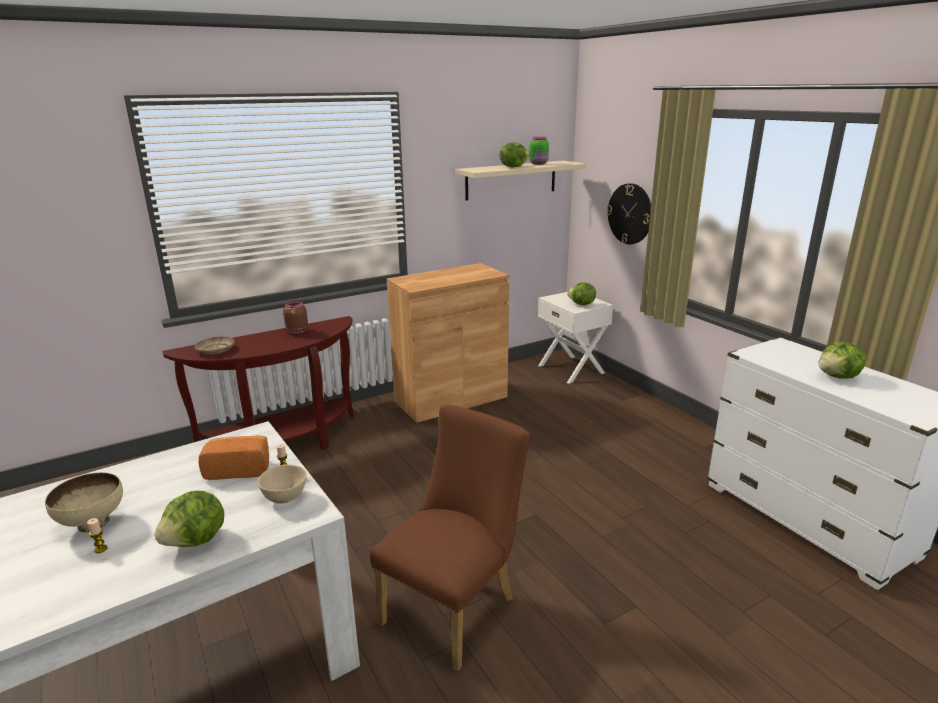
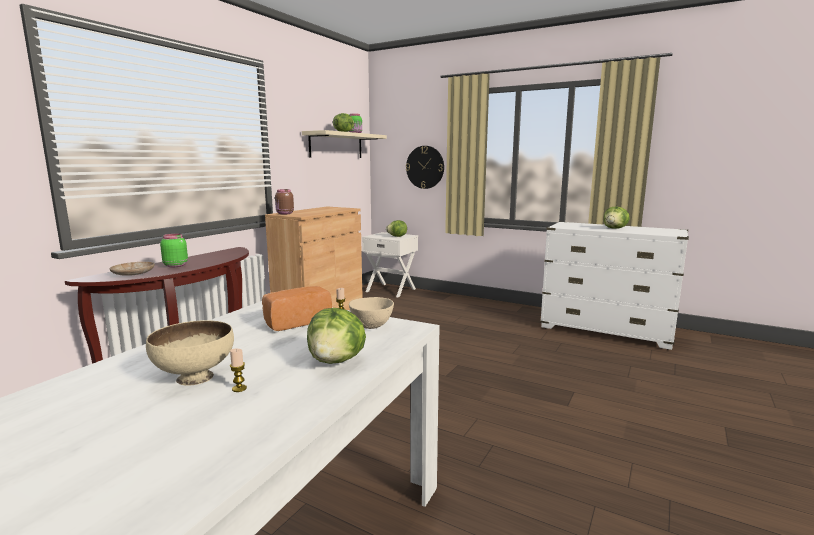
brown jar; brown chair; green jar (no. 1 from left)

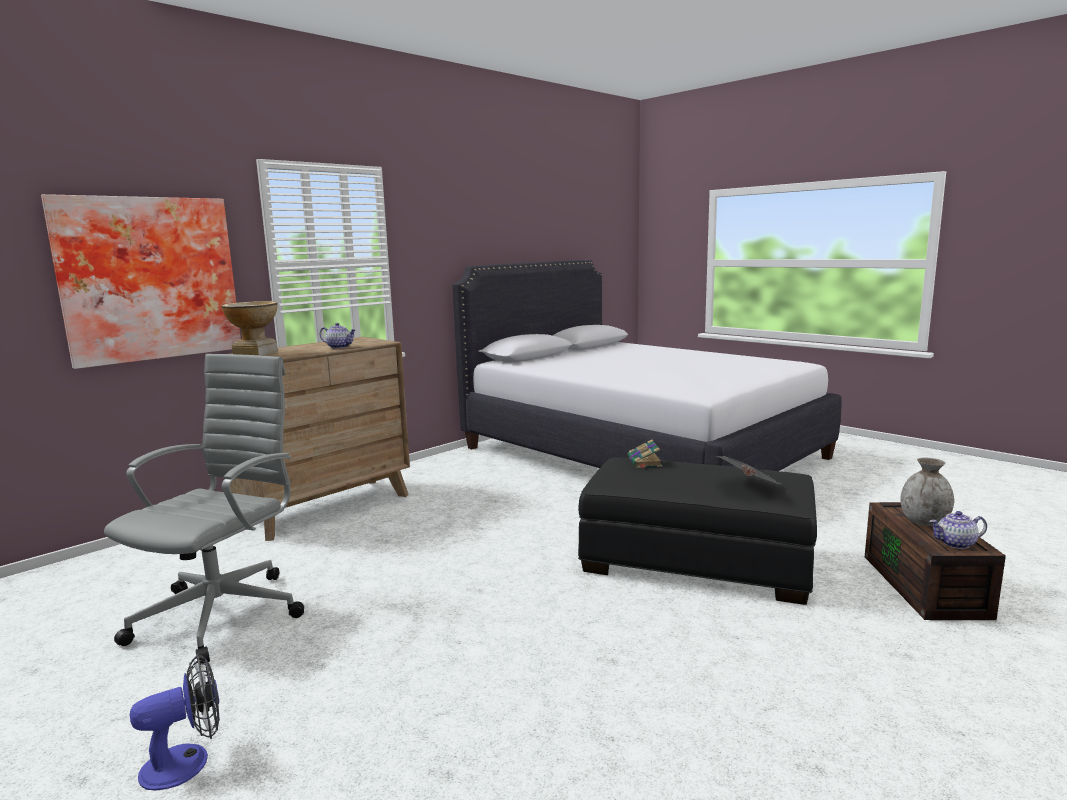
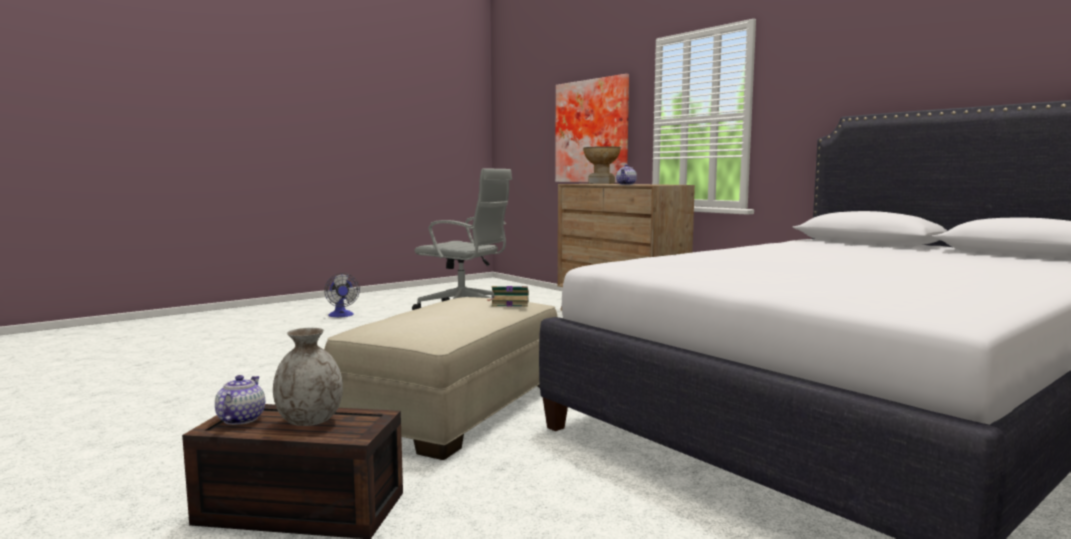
newspaper; beige ottoman

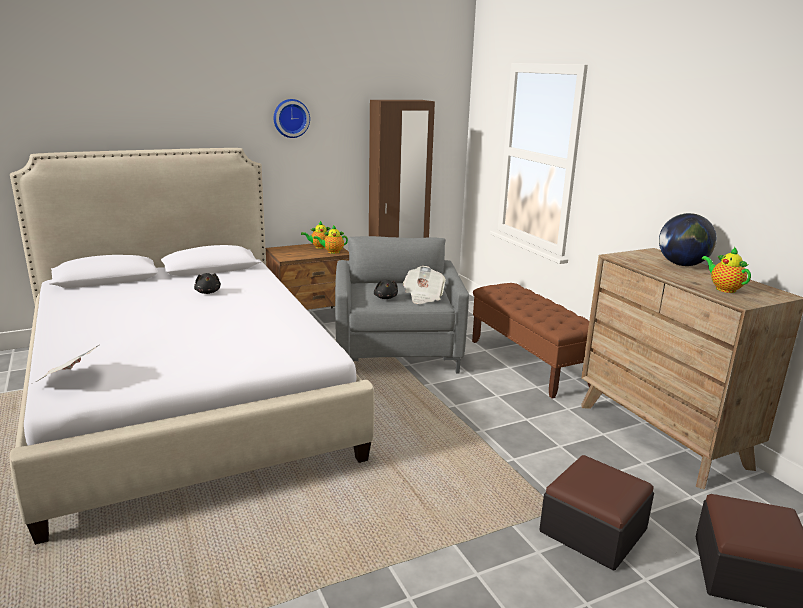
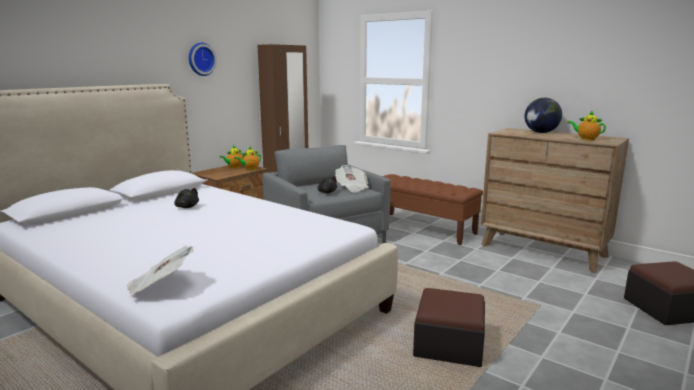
ottoman (no. 1 from left)

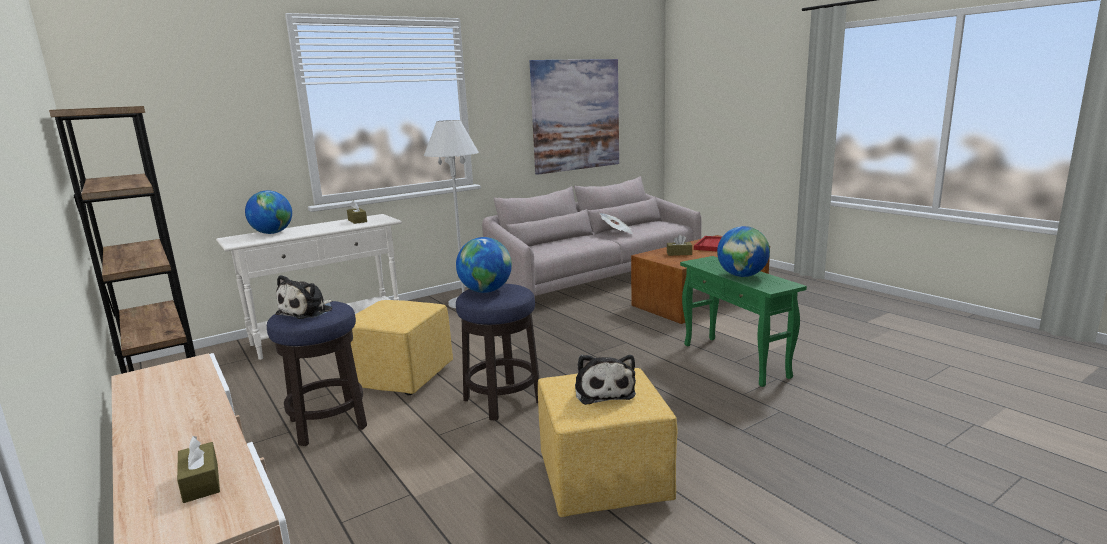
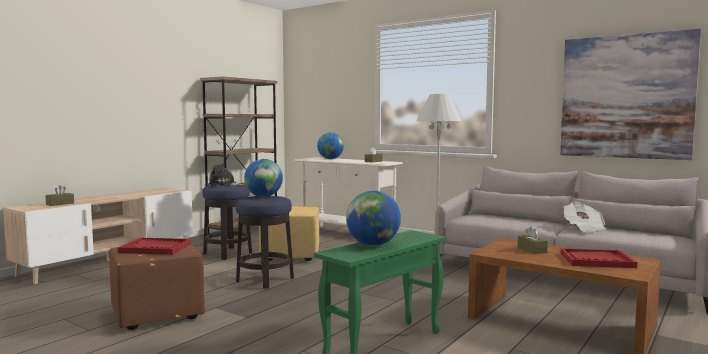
red tray (no. 1 from left); brown ottoman

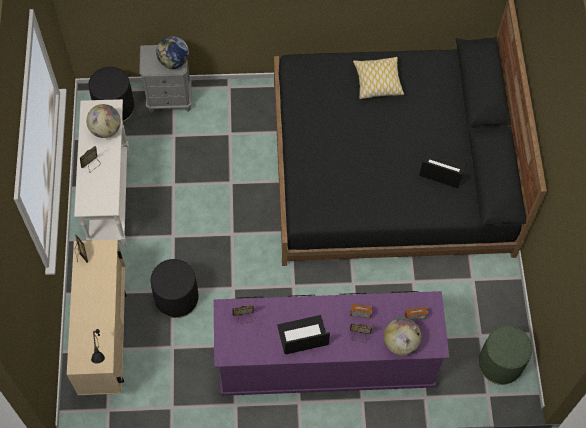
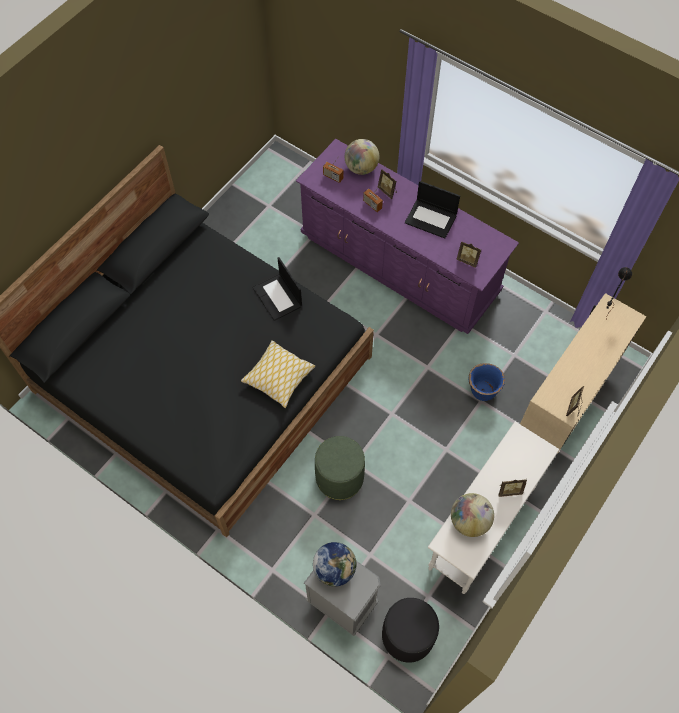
pillow; laptop (no. 1 from left); blue planter; green ottoman

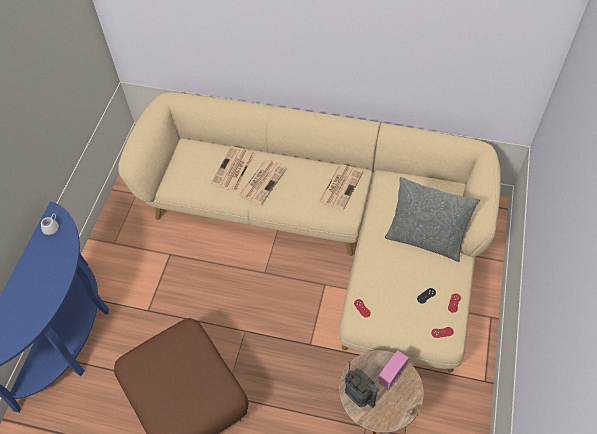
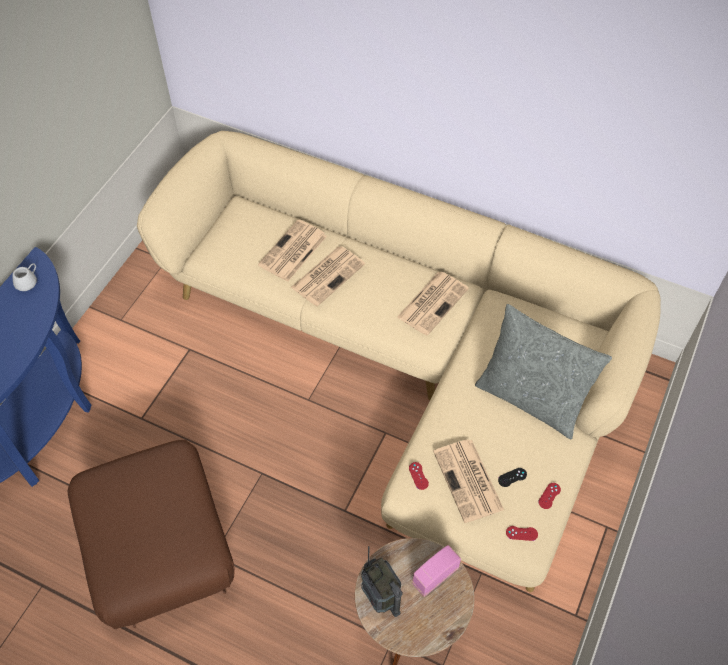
newspaper (no. 4 from left)

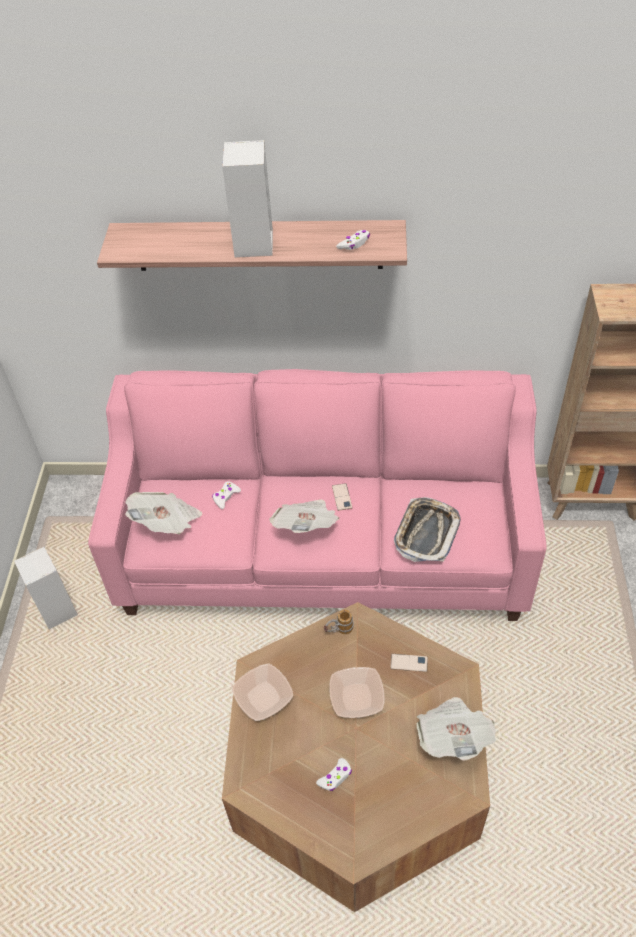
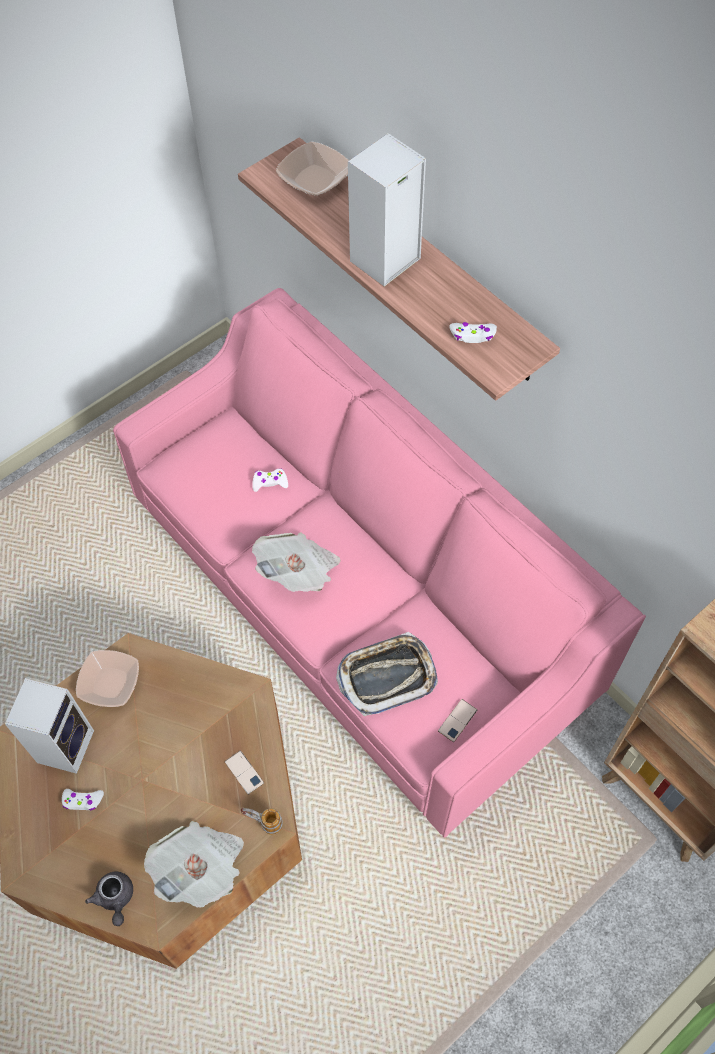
phone (no. 2 from left); newspaper (no. 1 from left in the first image); speaker (no. 1 from left); mug; bowl (no. 2 from left); grey teapot

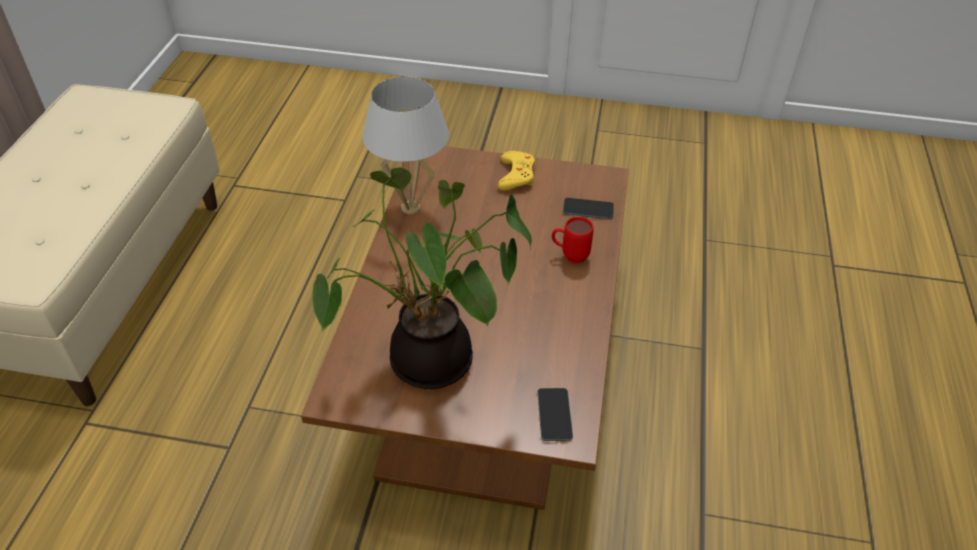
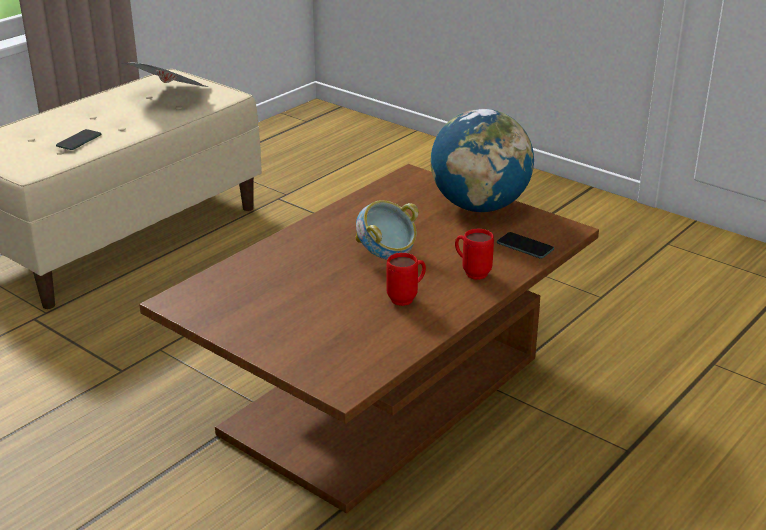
white table lamp; globe; potted plant; phone (no. 1 from left); newspaper; bowl; red mug (no. 1 from left)

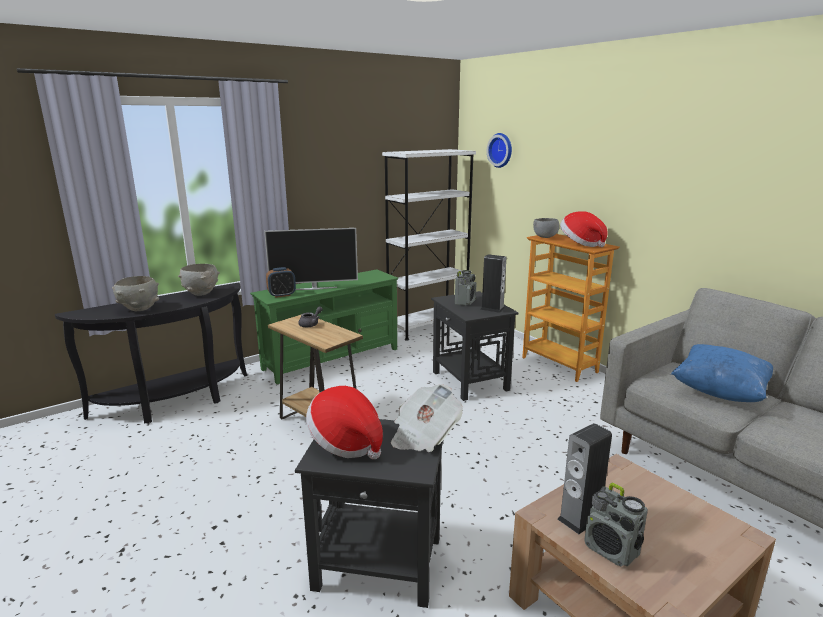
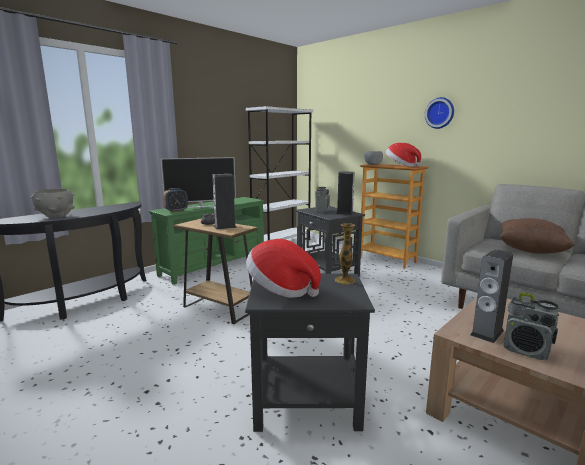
wall clock; grey bowl (no. 2 from left in the first image); brown pillow; vase; speaker (no. 1 from left)

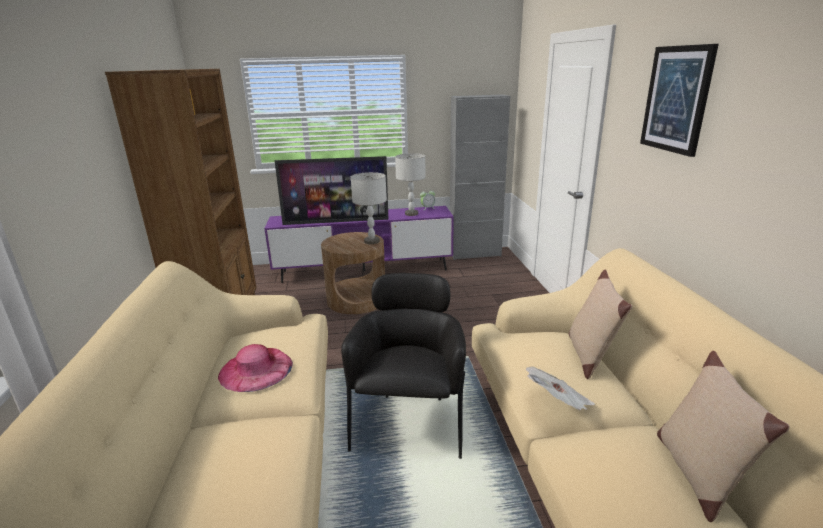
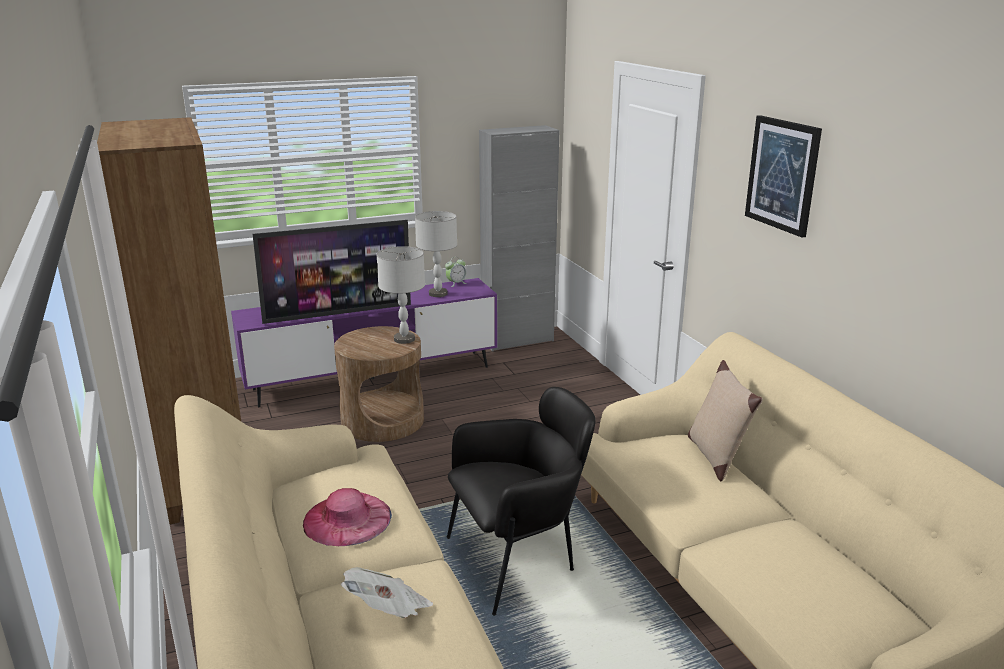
black armchair; beige pillow (no. 2 from left in the first image); newspaper

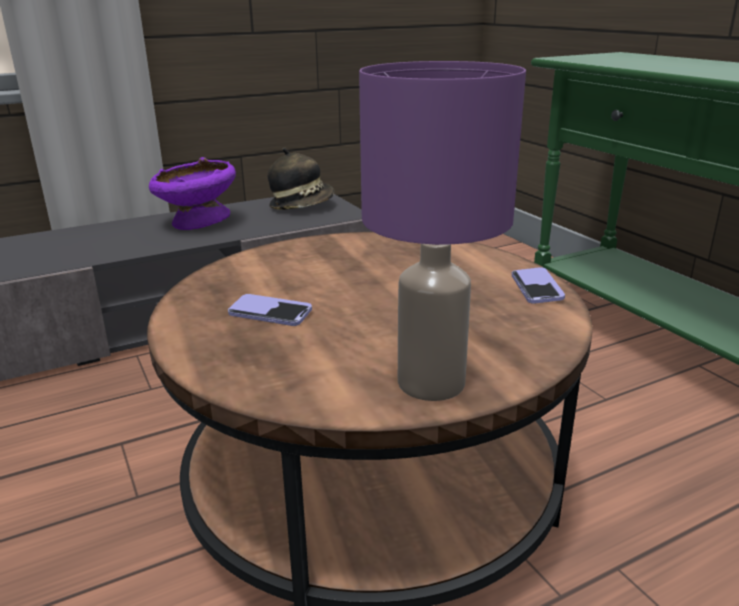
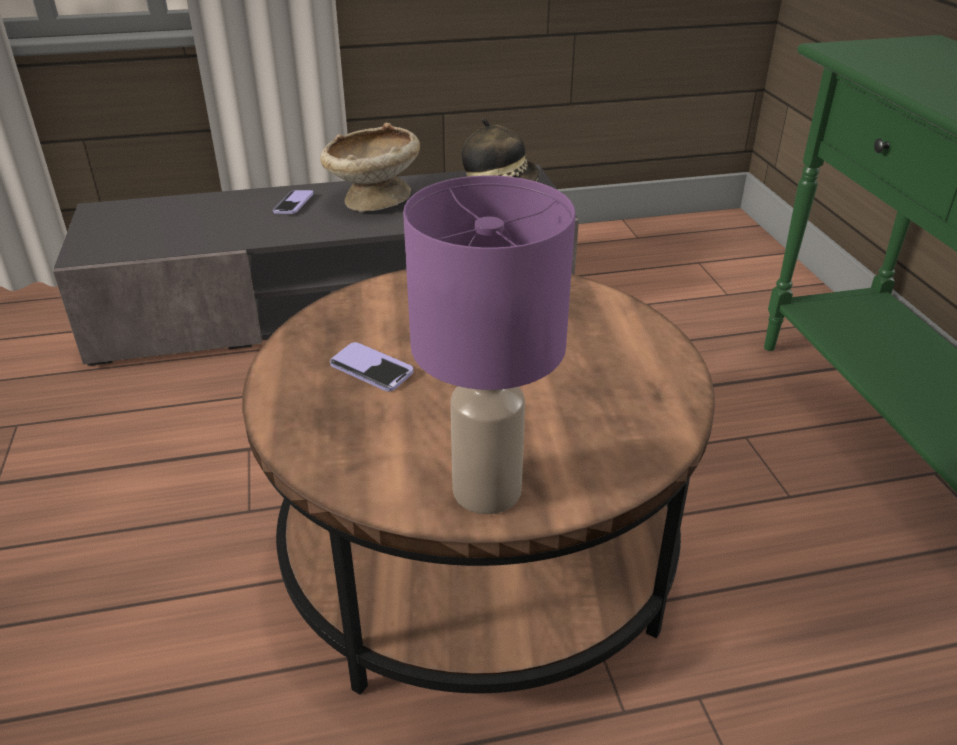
beige bowl; phone (no. 1 from left)

